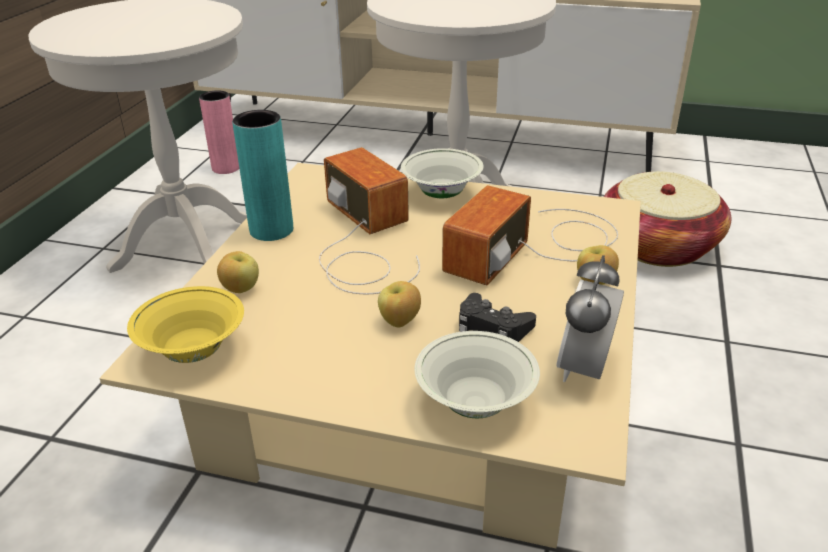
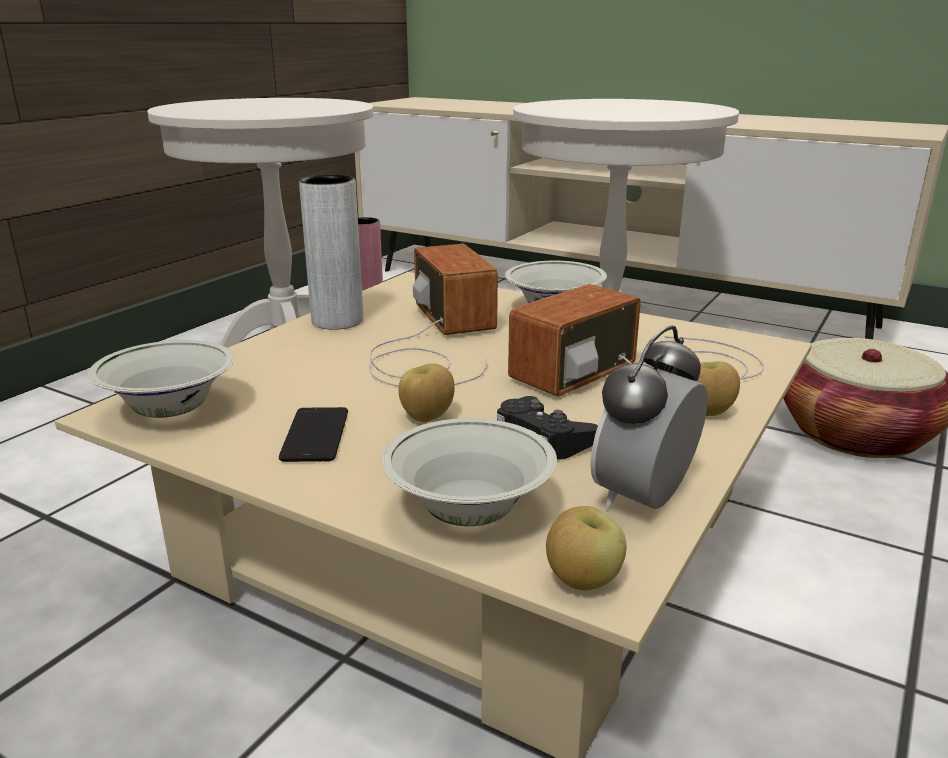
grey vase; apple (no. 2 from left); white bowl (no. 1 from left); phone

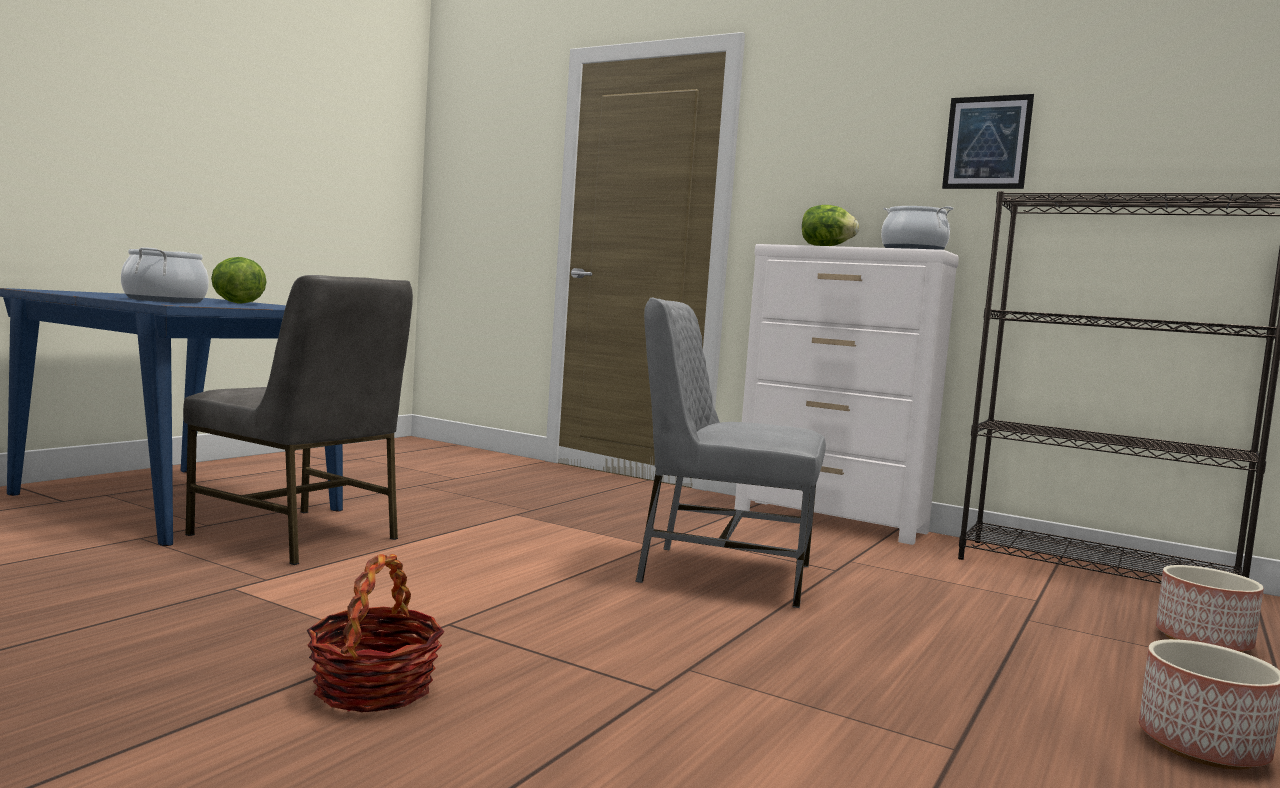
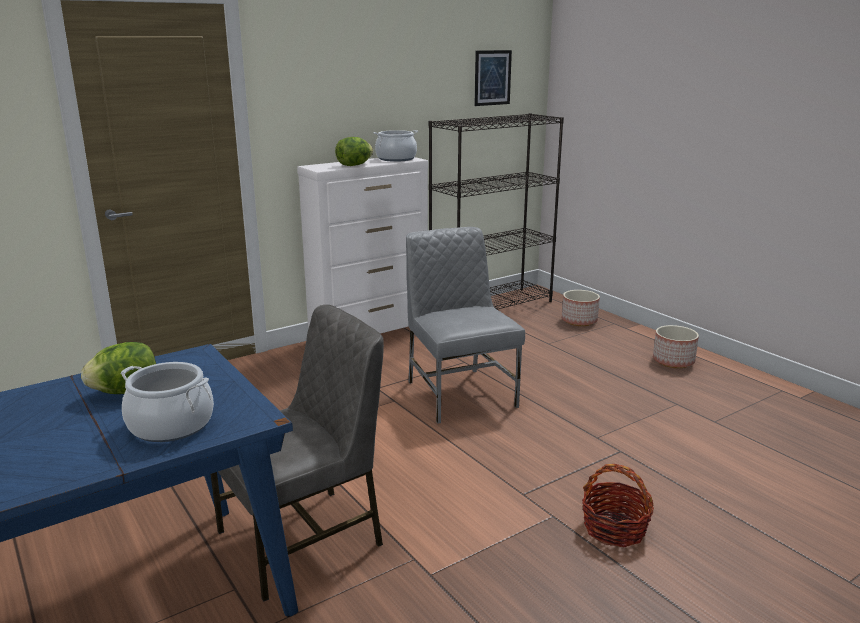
picture; grey chair (no. 2 from left)

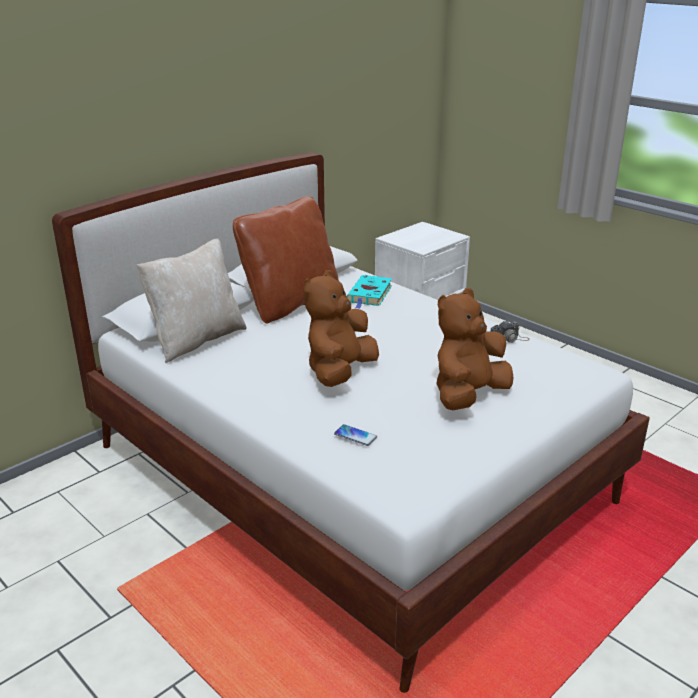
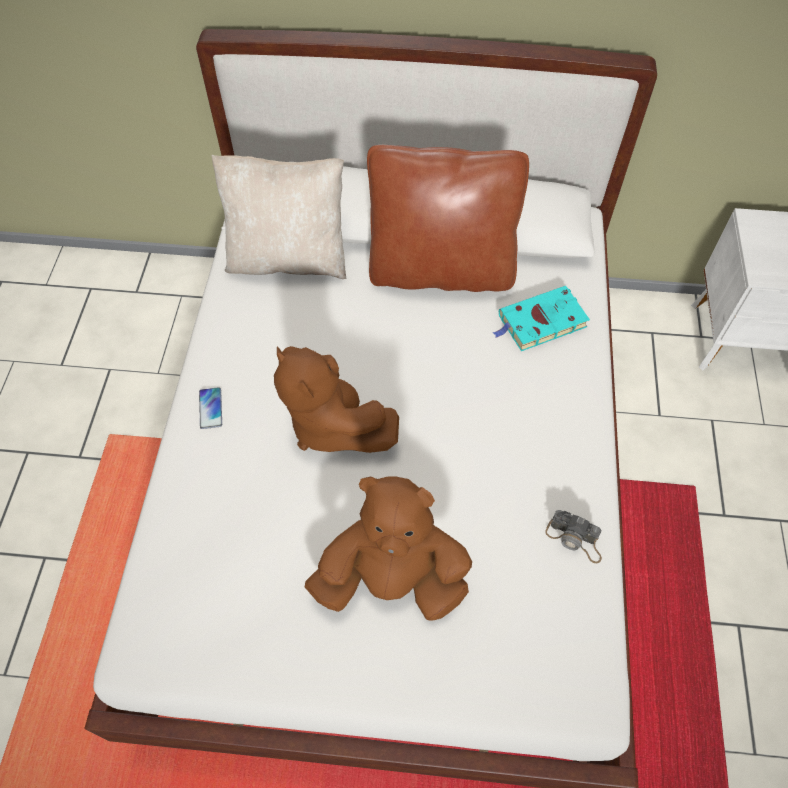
brown plush toy (no. 1 from left); phone

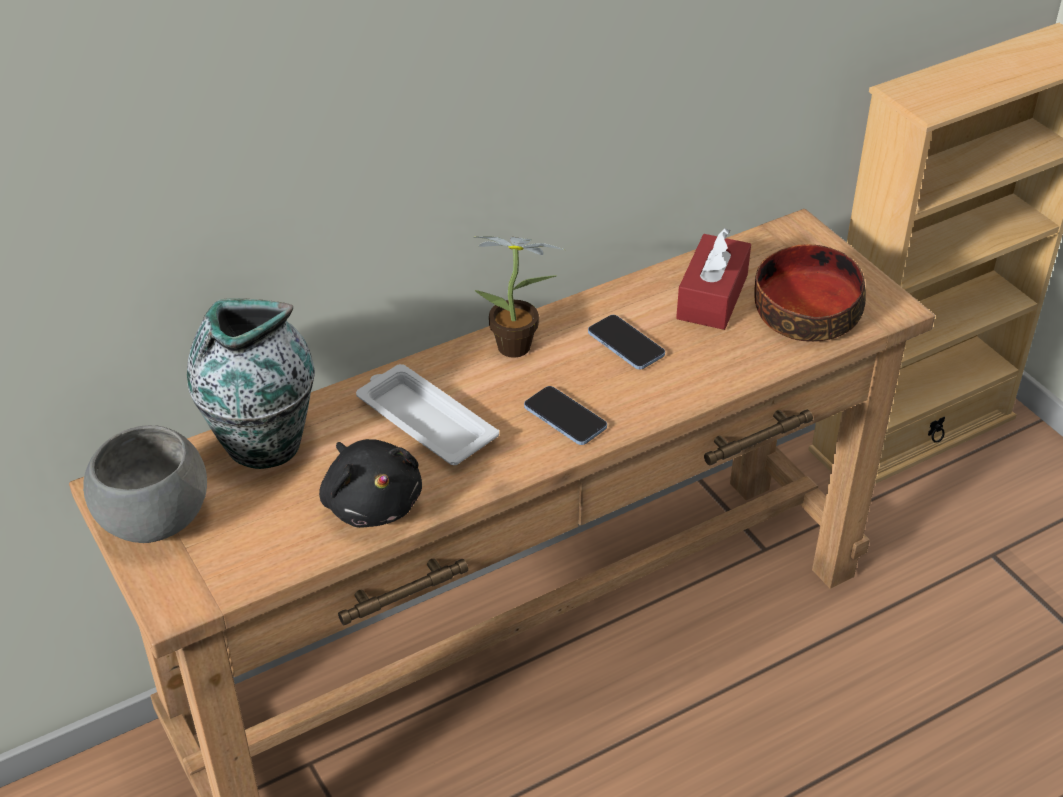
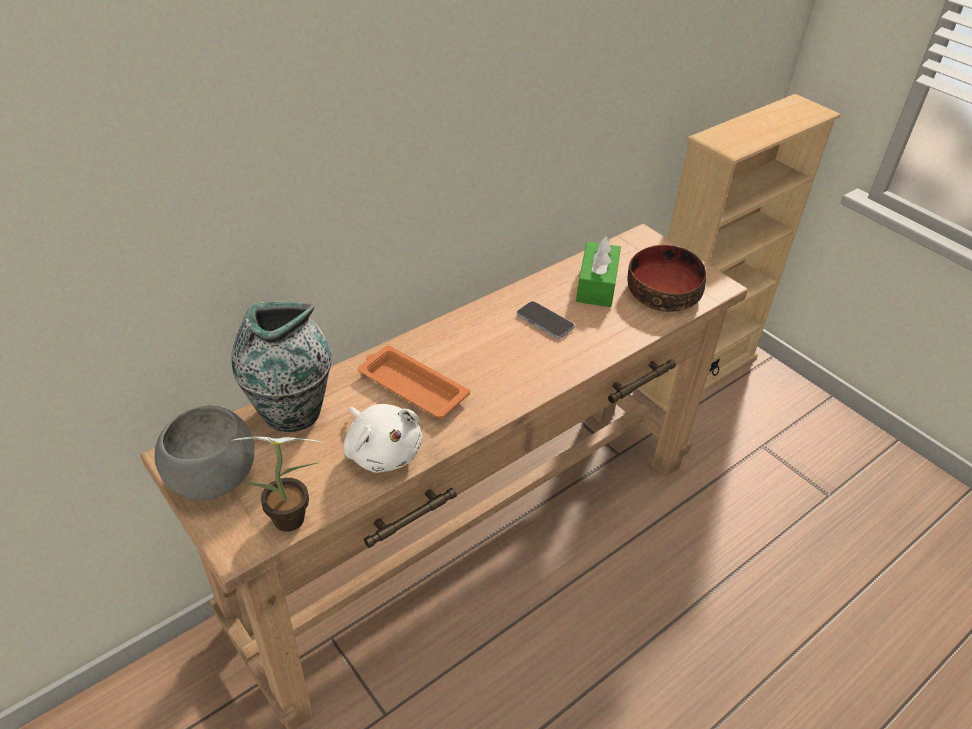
green tissue box; potted plant; orange tray; phone (no. 1 from left in the first image); white plush toy

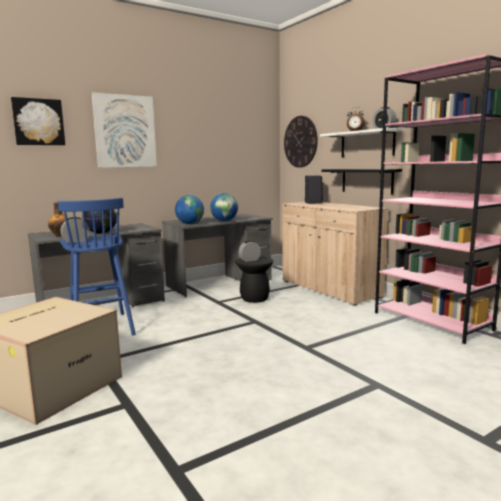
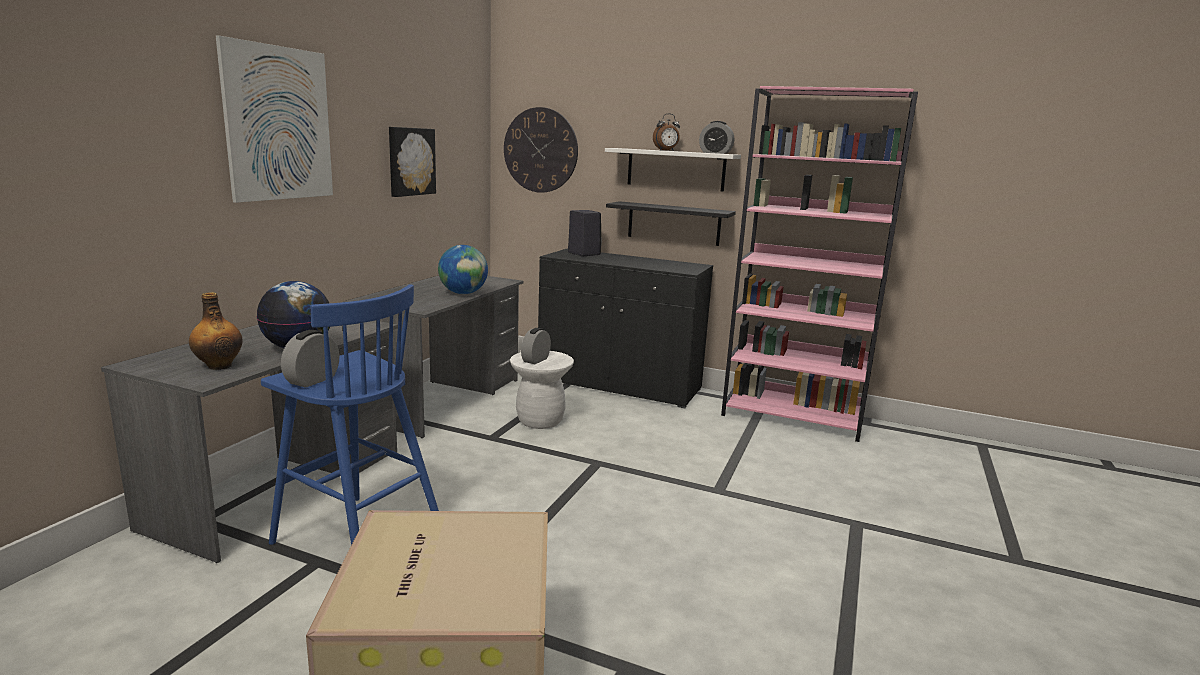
picture (no. 2 from left); globe (no. 2 from left in the first image); black cabinet; white stool

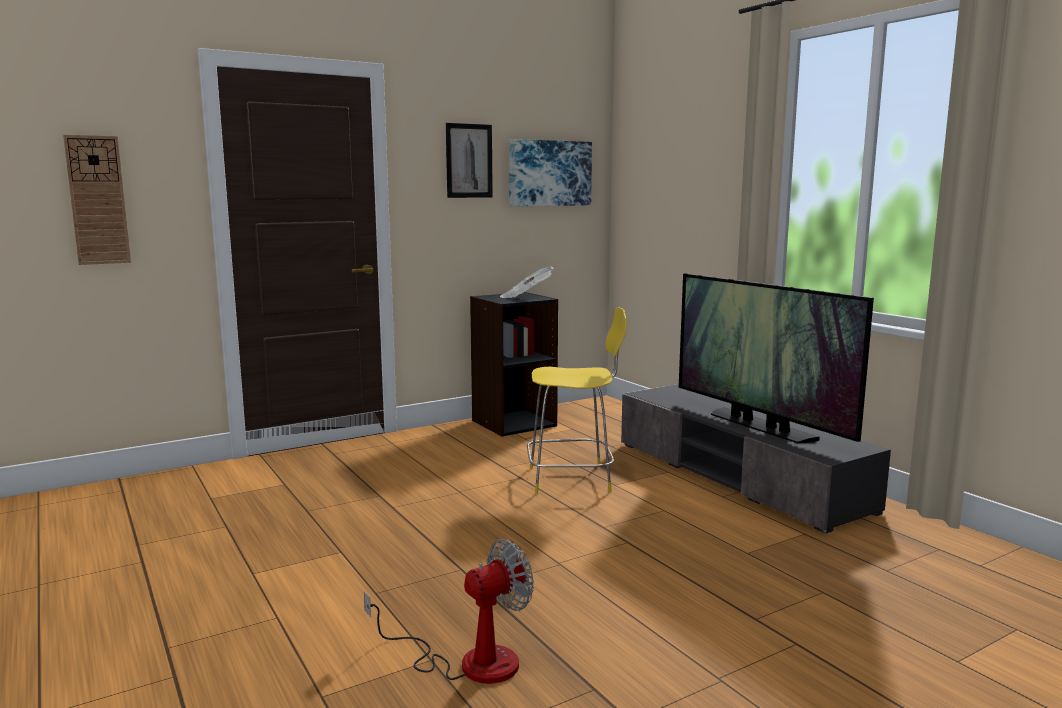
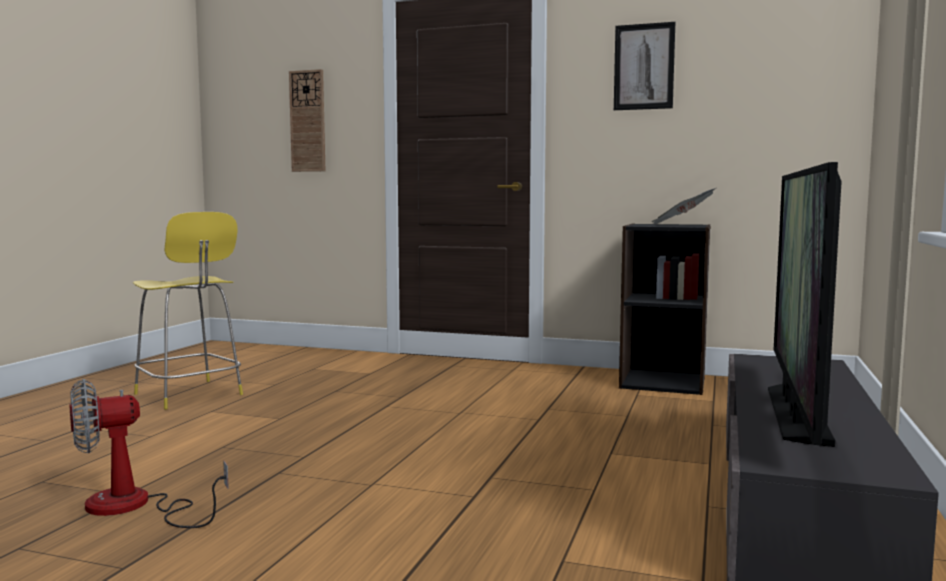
picture (no. 2 from left in the first image); yellow stool; fan

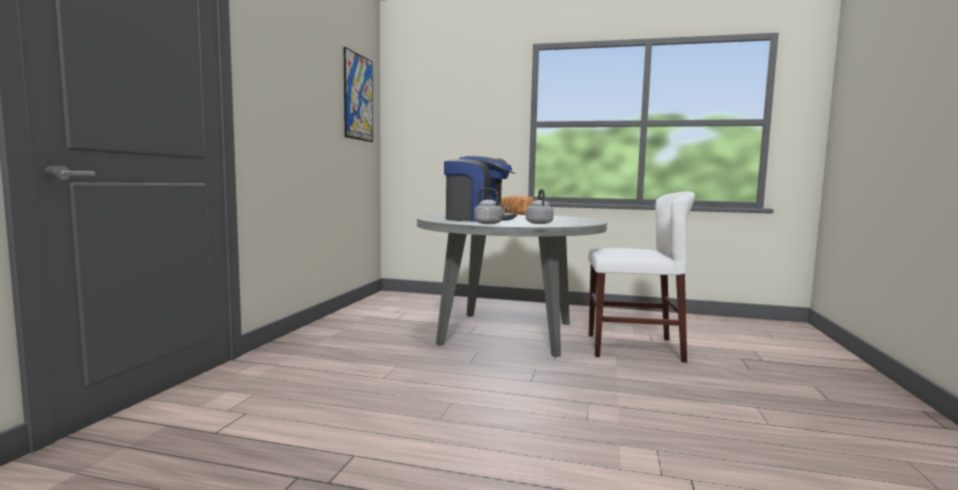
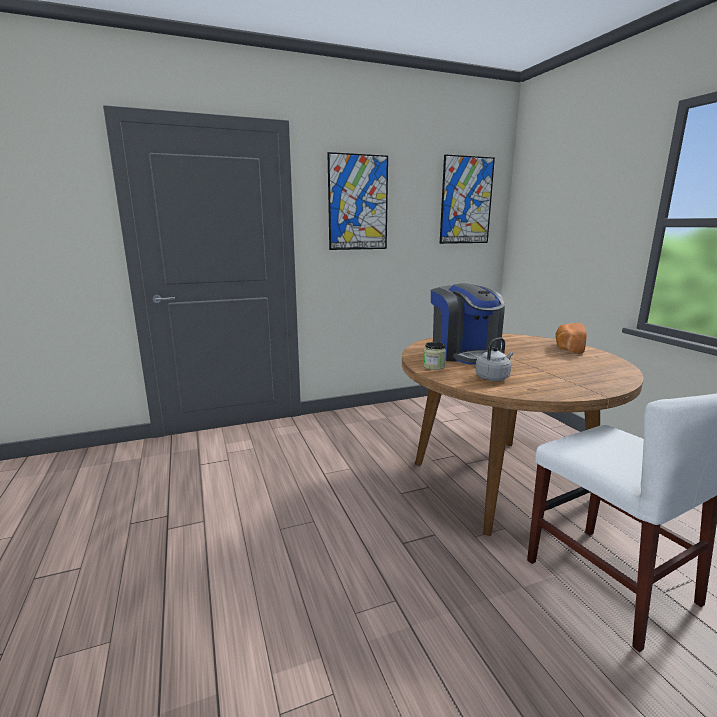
jar; brown dining table; picture (no. 1 from left)

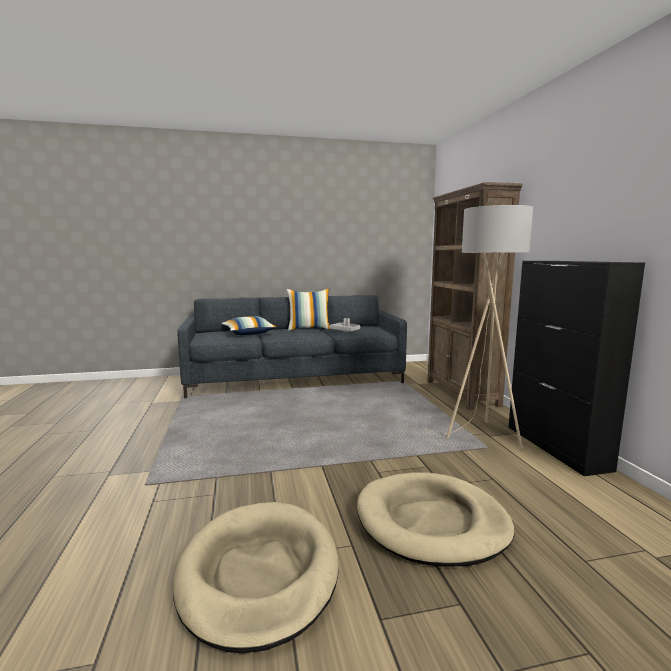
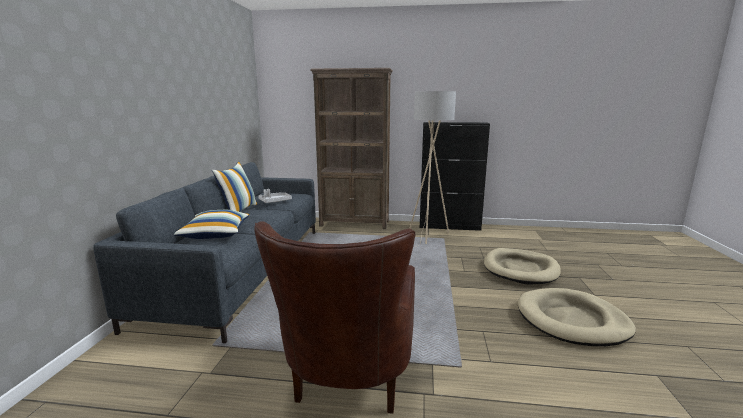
brown armchair

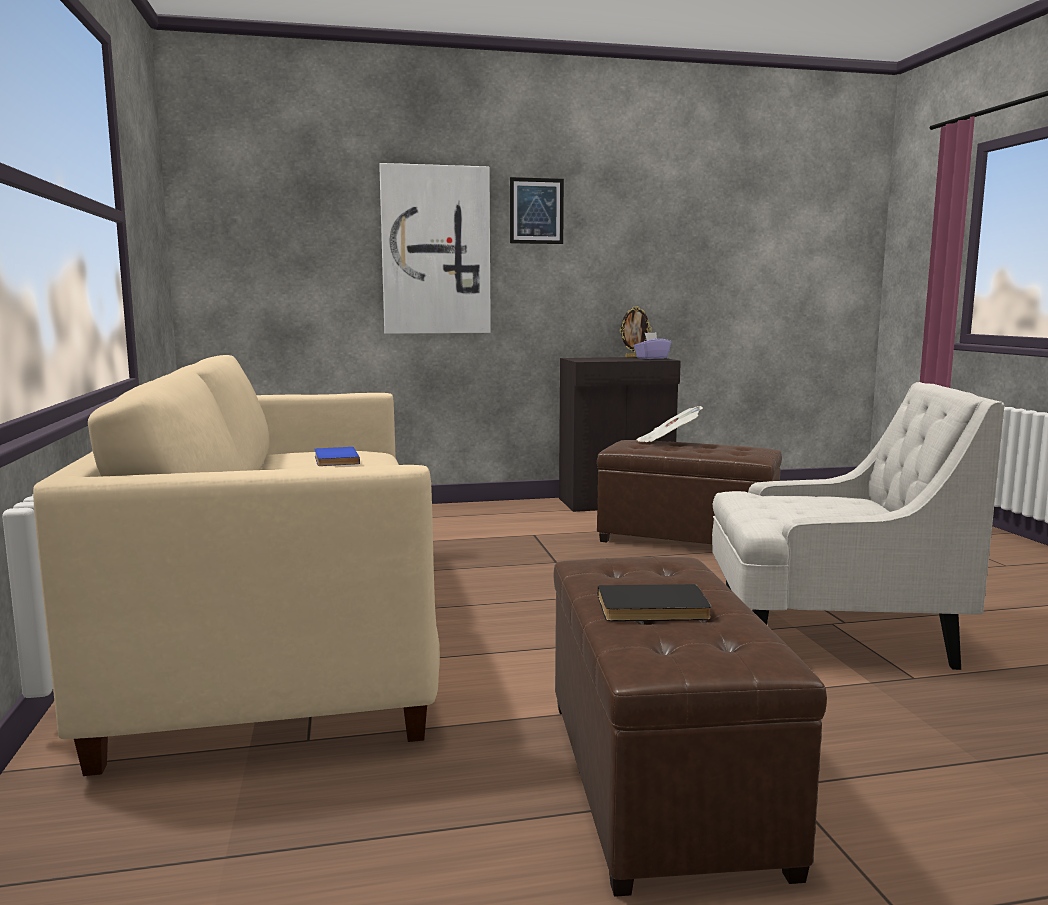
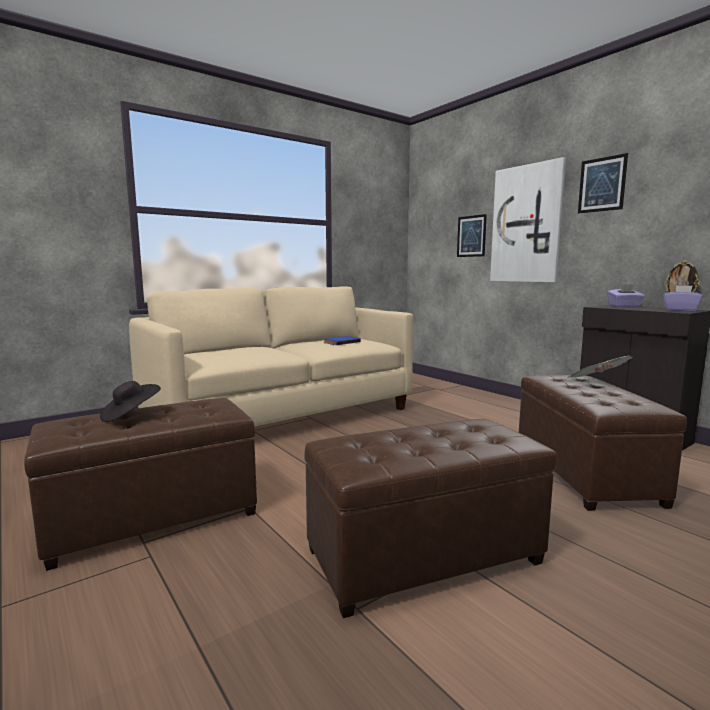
brown ottoman (no. 2 from left); black hat; picture (no. 1 from left); purple tissue box (no. 1 from left)

